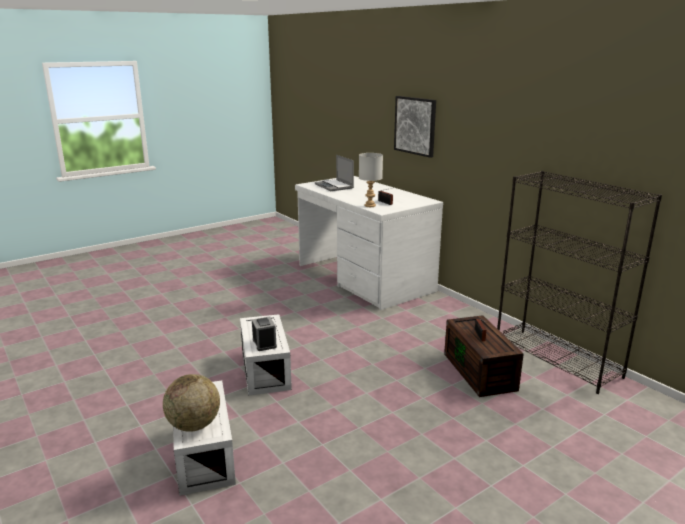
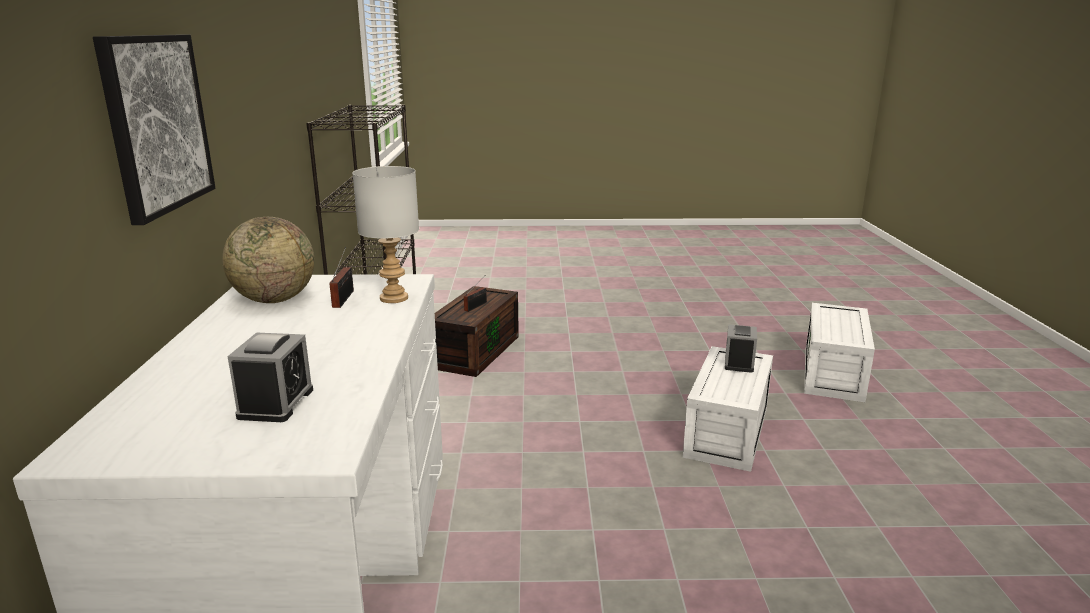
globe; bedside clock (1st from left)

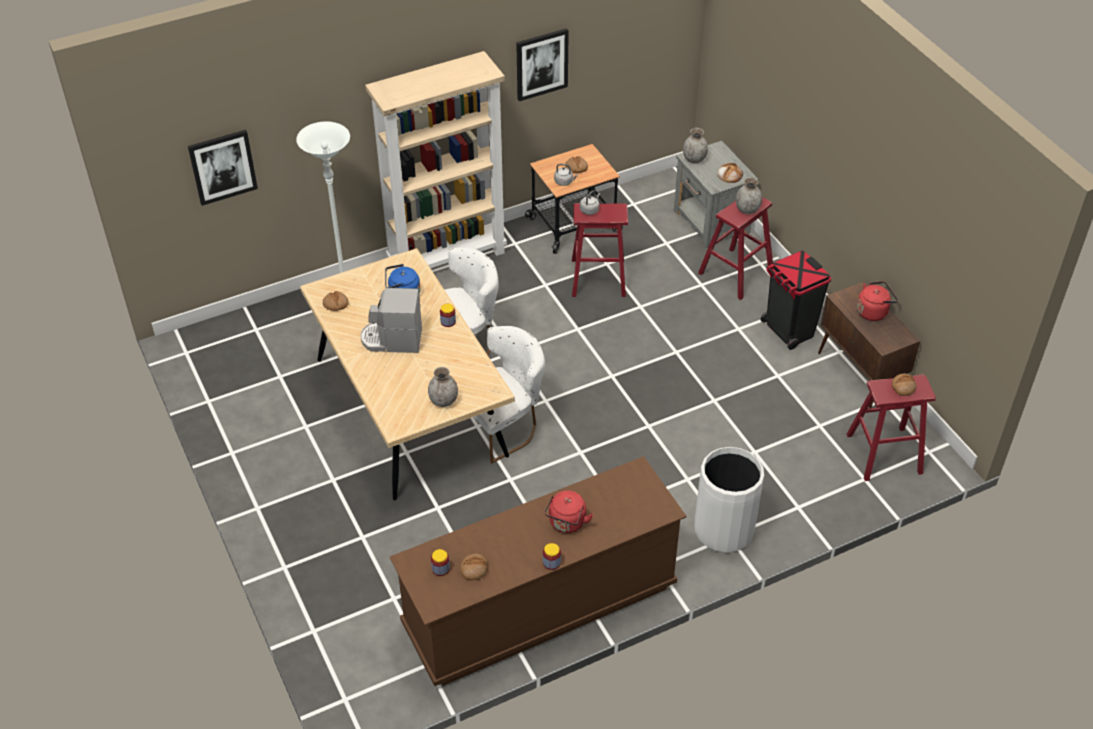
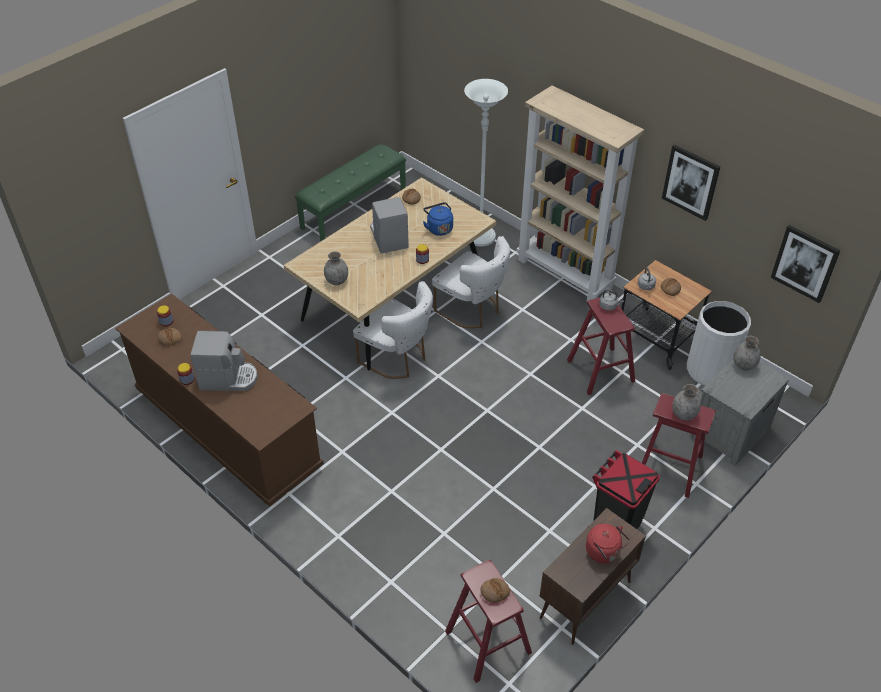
wall picture (2nd from left); coffee machine (1st from left); white-coloured waste bin; bakery bread (4th from left in the first image); green-coloured indoor bench

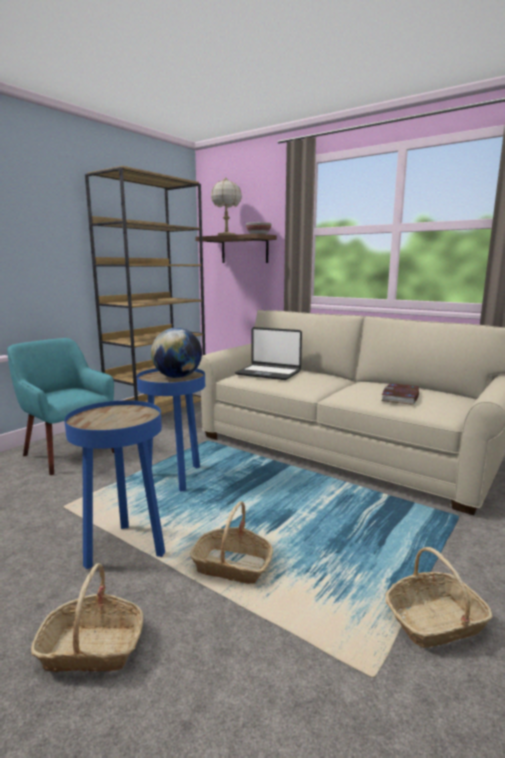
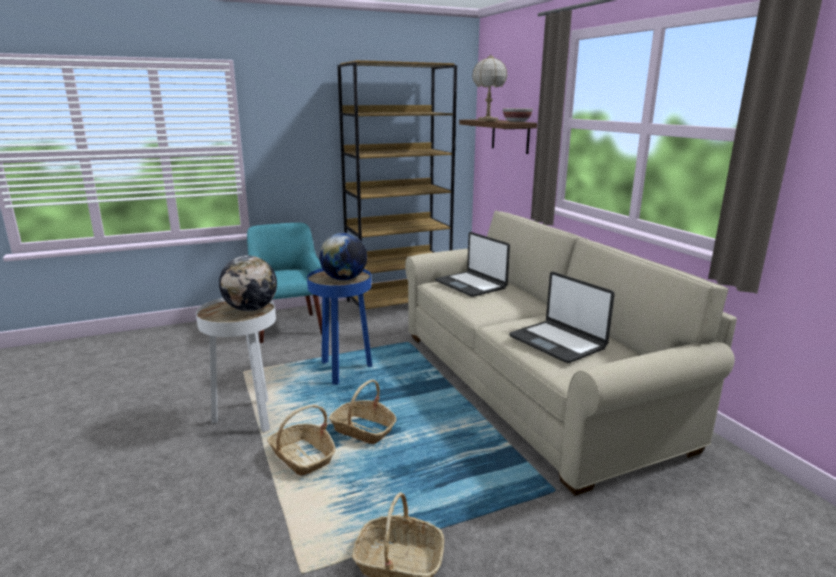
storage basket (2nd from left); white-coloured side table; laptop (2nd from left); globe (1st from left)

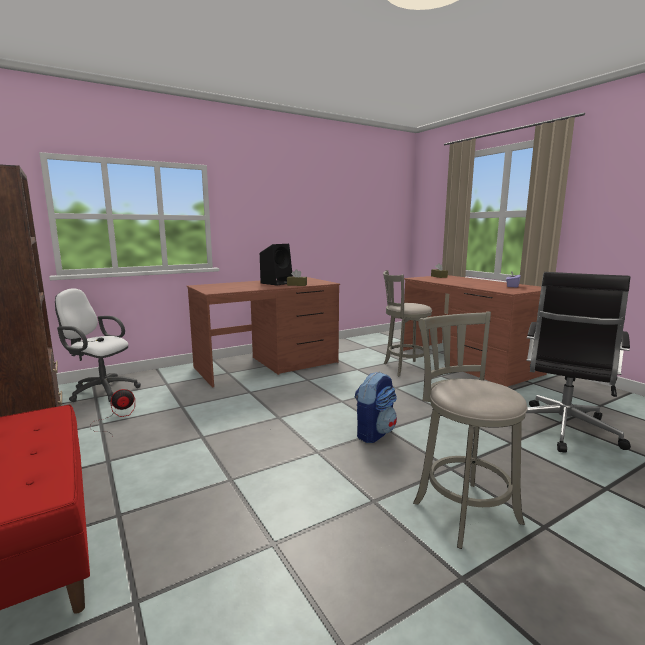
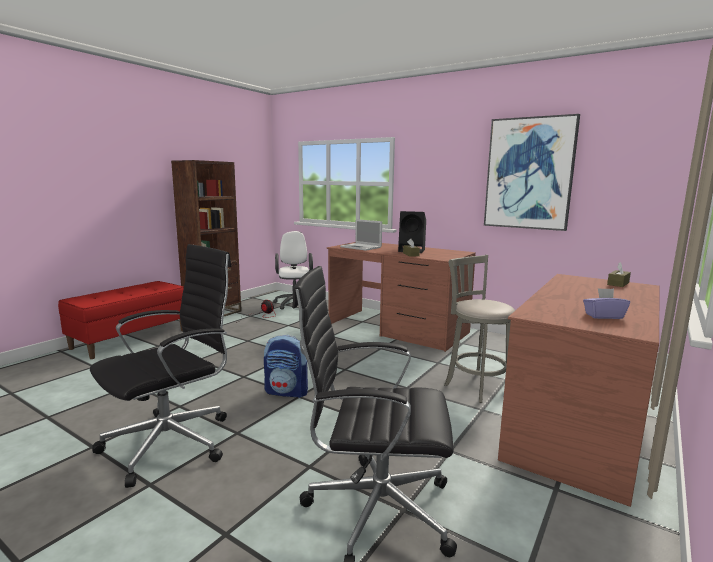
blackish computer chair (1st from left); laptop; wall picture

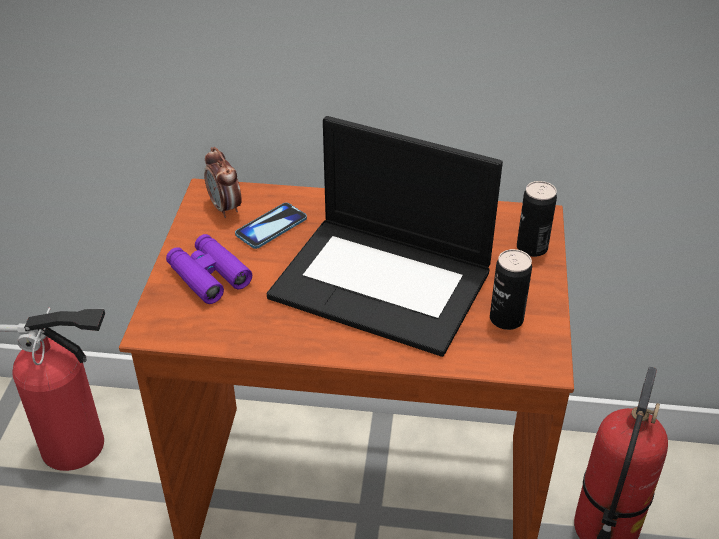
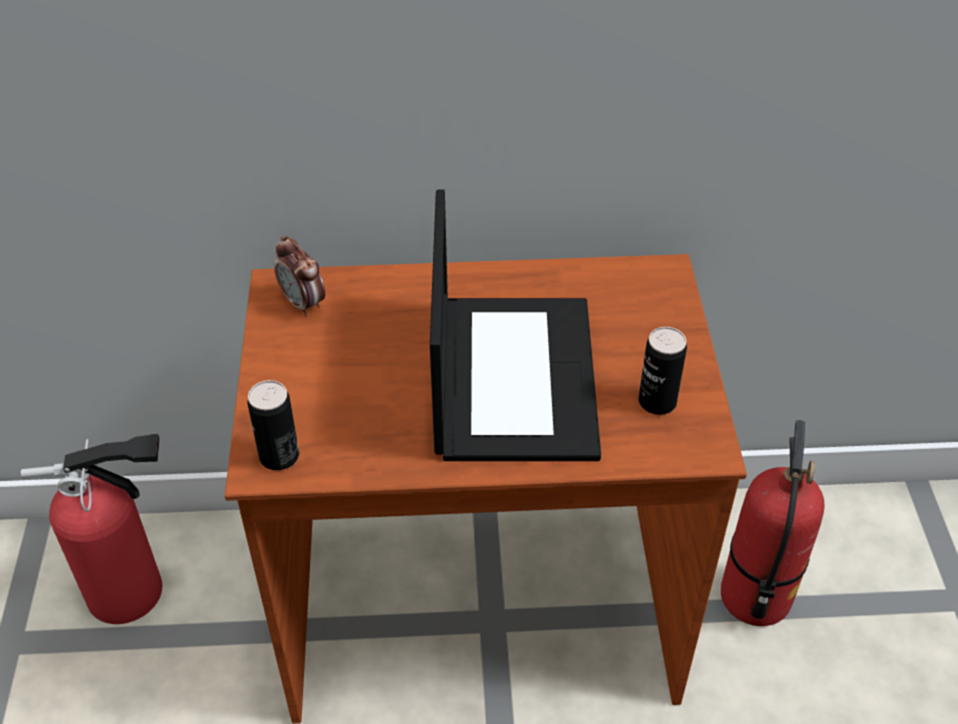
purplish field glasses; telephone; laptop; sealed can (1st from left)

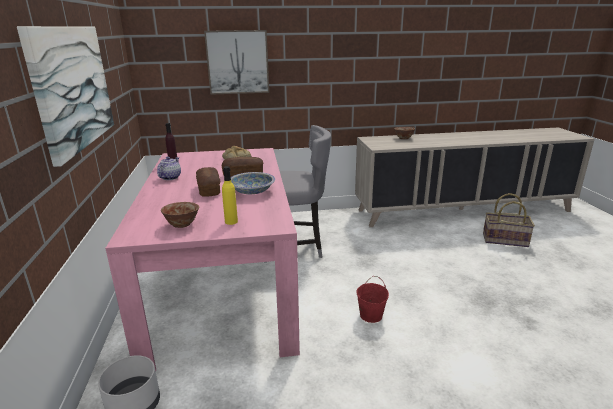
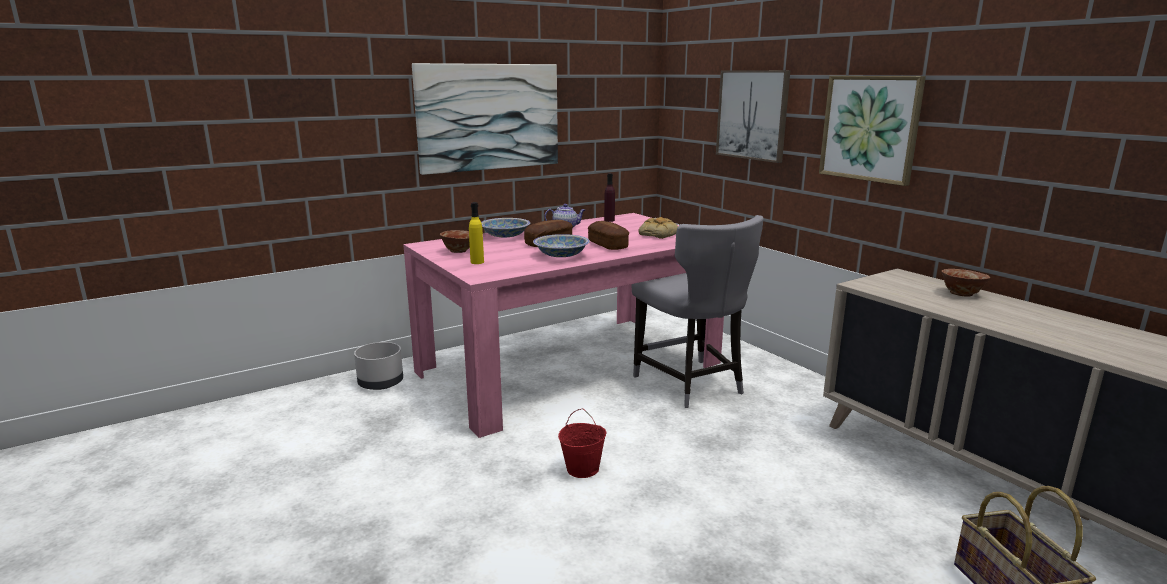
serving bowl (2nd from left); wall picture (3rd from left)

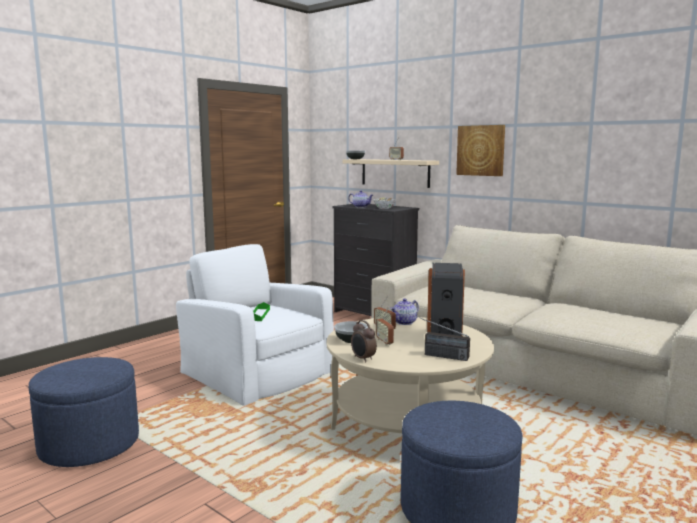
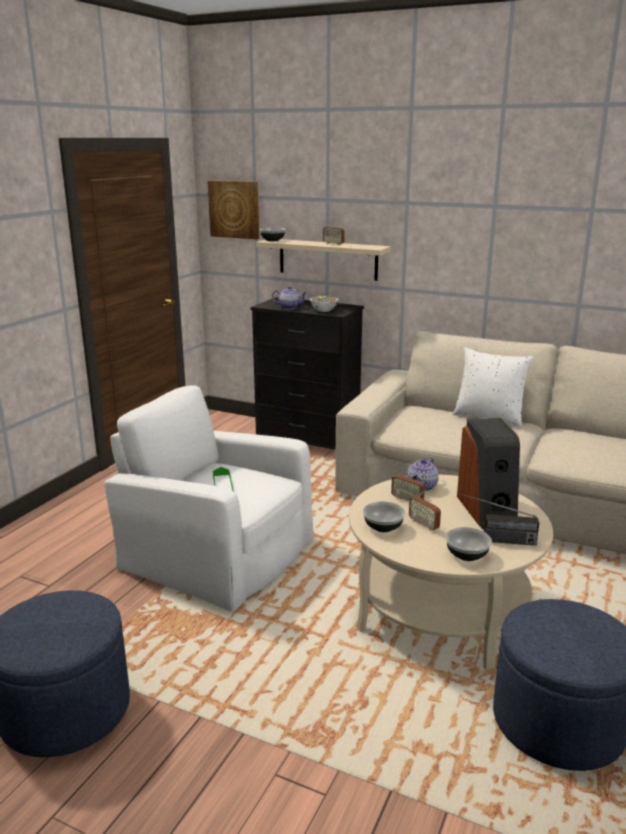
bedside clock; wall picture; serving bowl (4th from left); white-coloured throw pillow

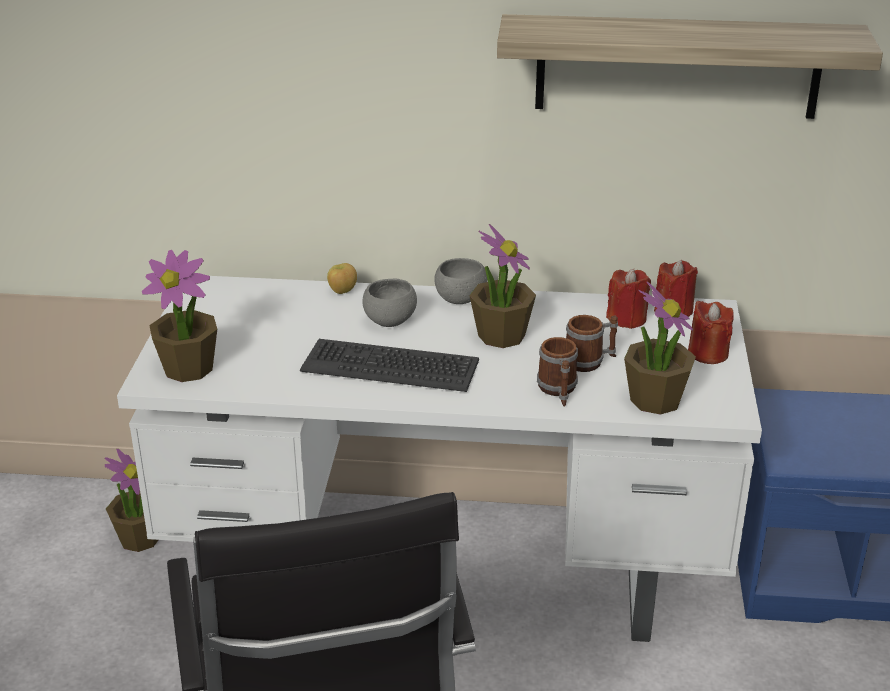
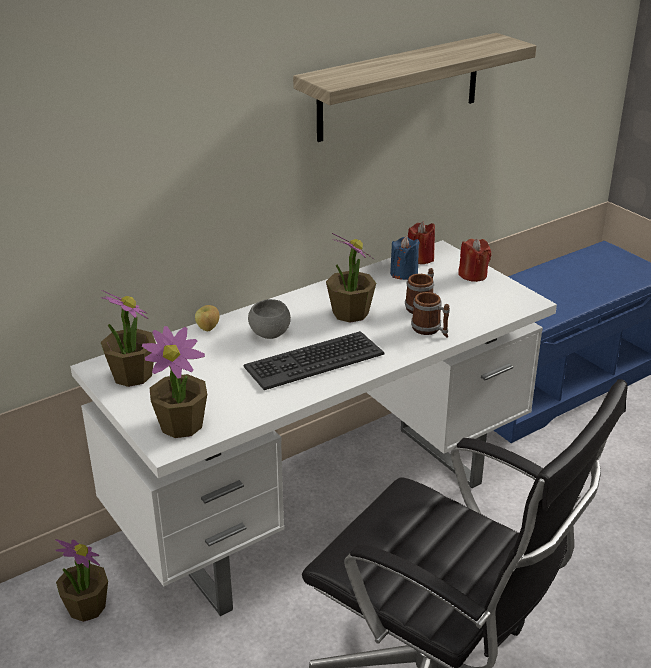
greyish serving bowl (2nd from left in the first image); blue wax candle; plant in a pot (2nd from left)

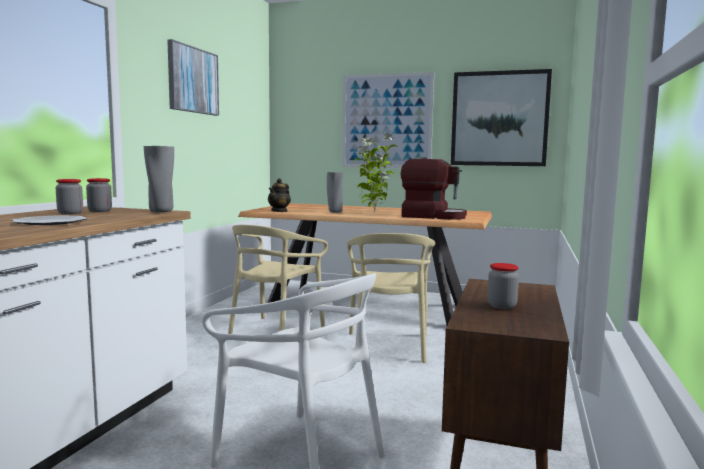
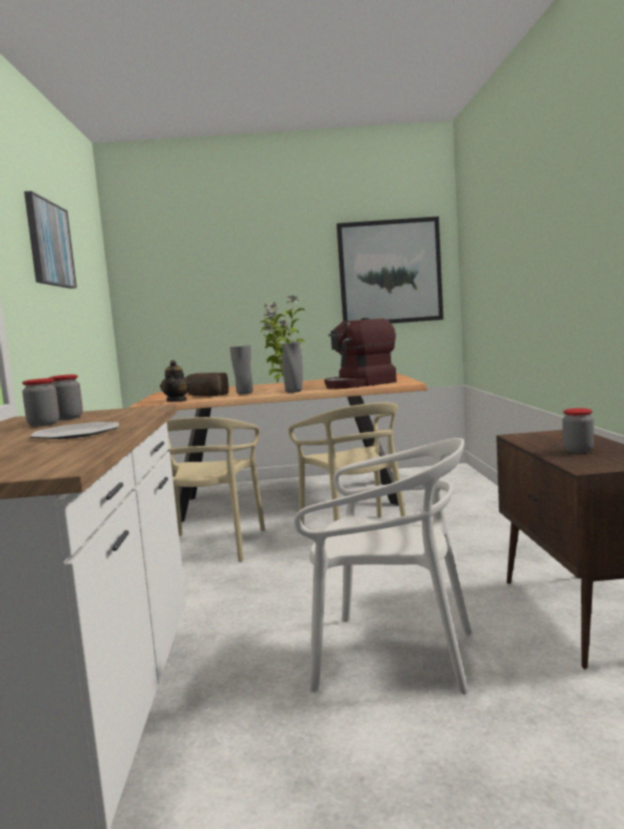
greyish vase (2nd from left); wall picture (2nd from left in the first image); coffee machine; bakery bread

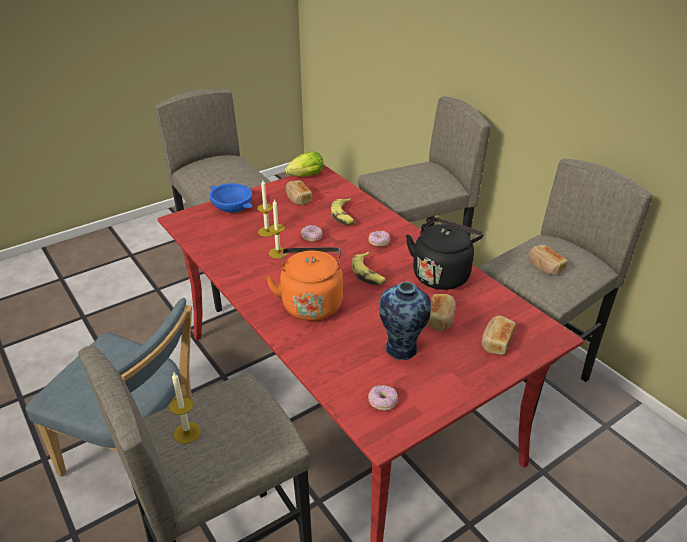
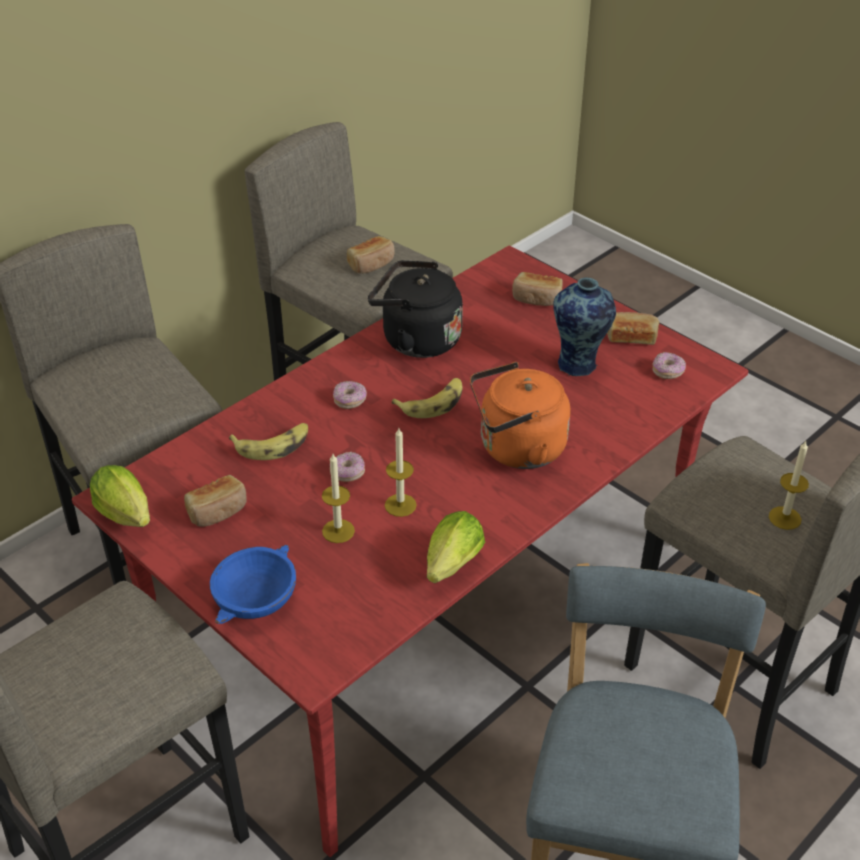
bakery bread (4th from left); lettuce (2nd from left)

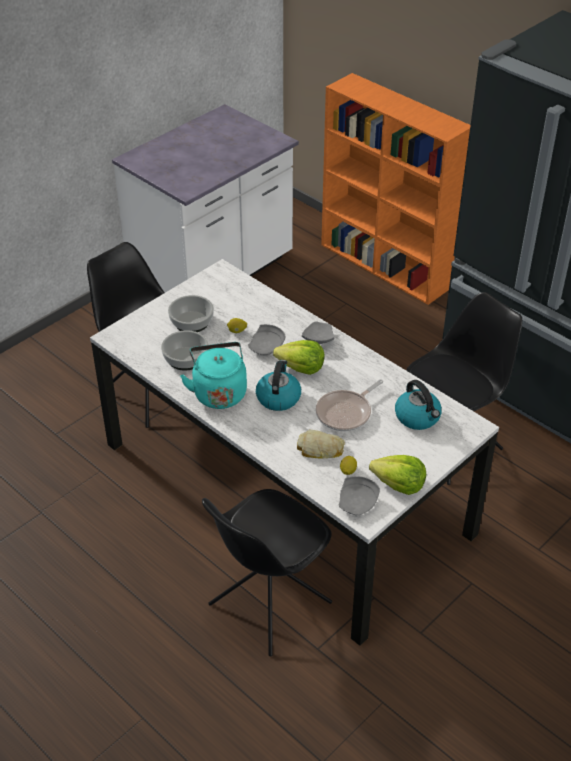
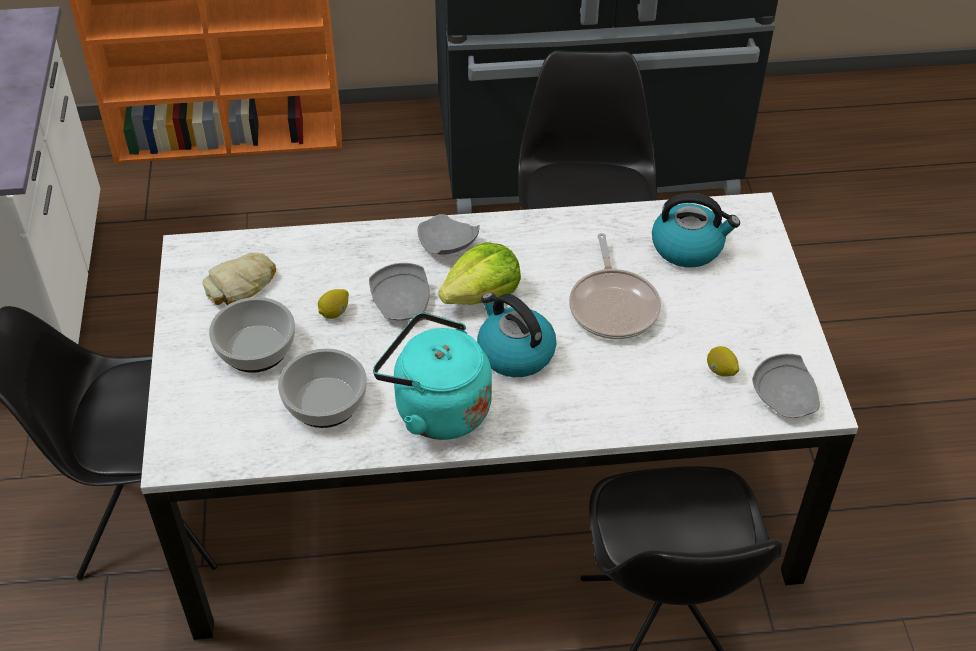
bakery bread; lettuce (2nd from left in the first image)

